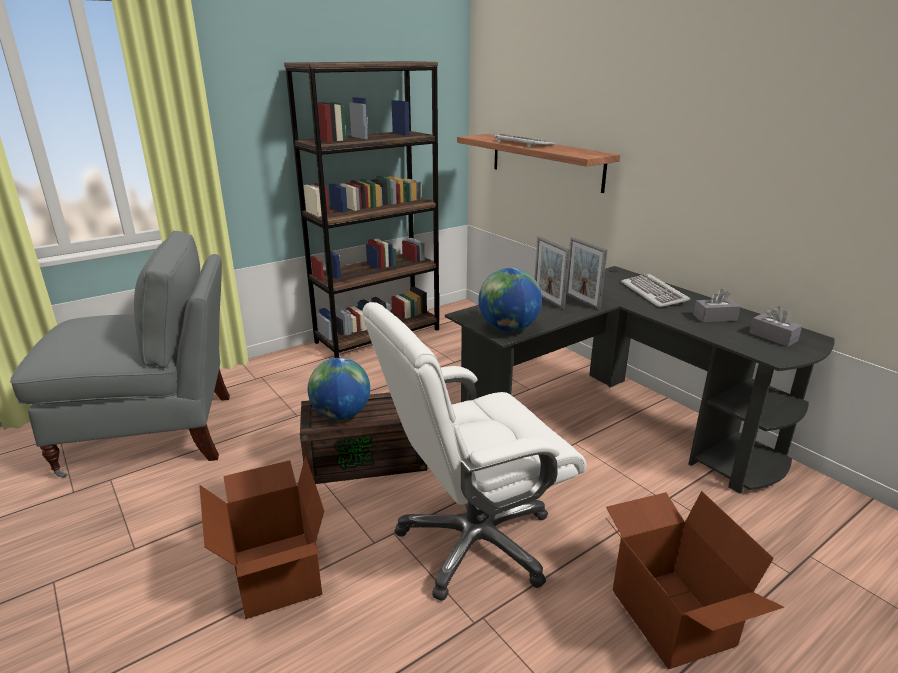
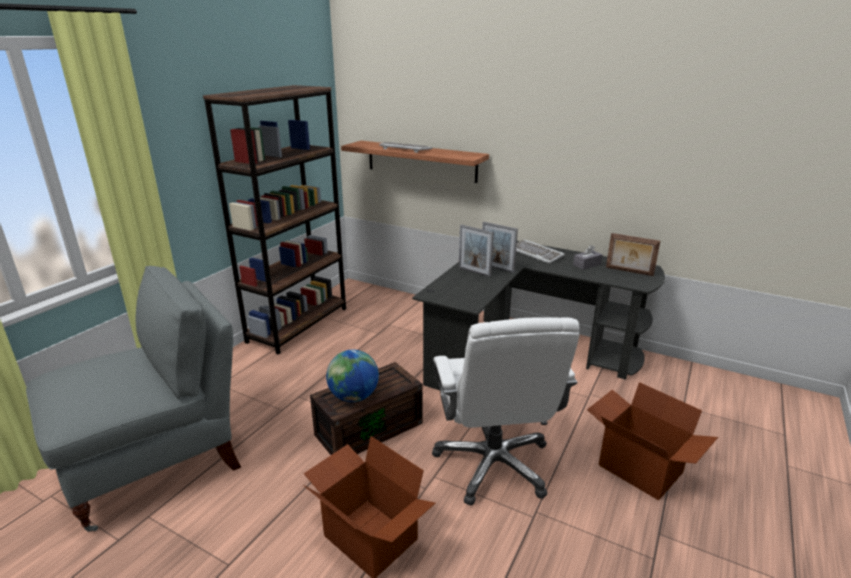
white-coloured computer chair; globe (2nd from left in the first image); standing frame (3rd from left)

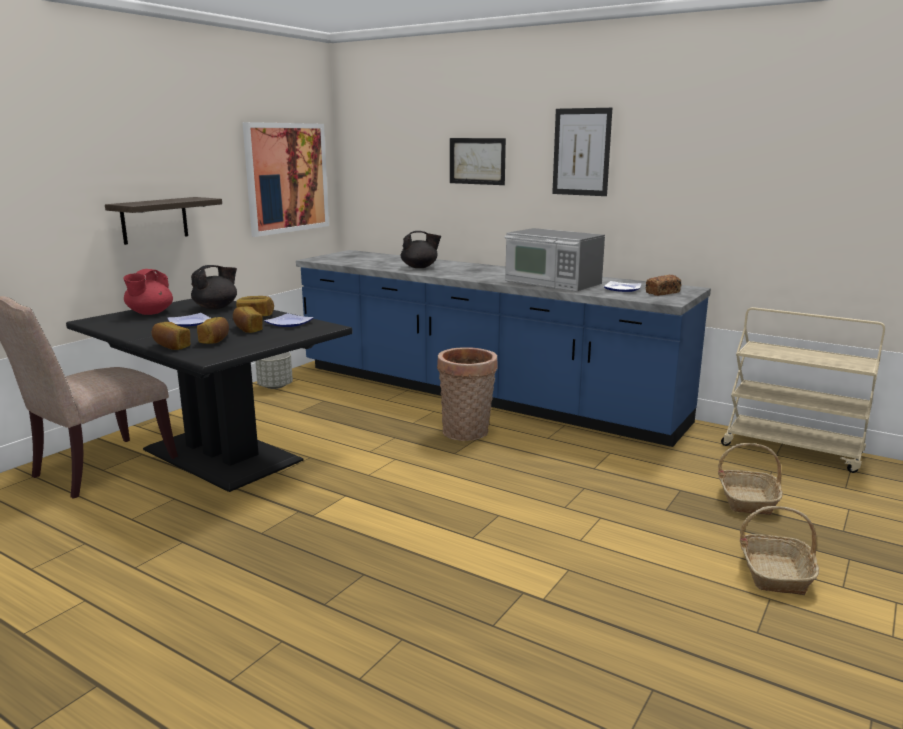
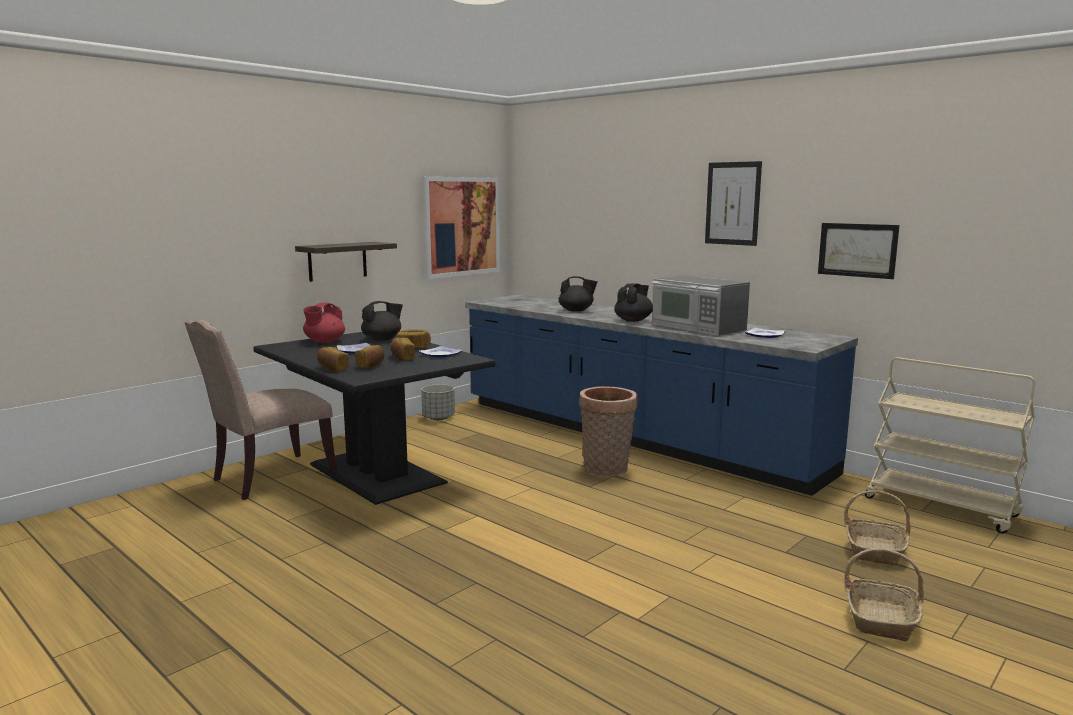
wall picture (3rd from left); bakery bread (5th from left in the first image); blackish tea pot (3rd from left)

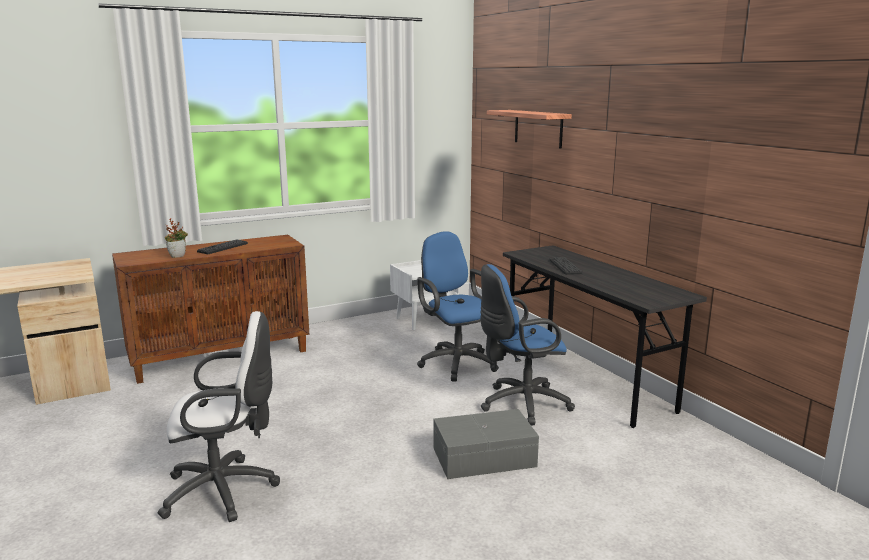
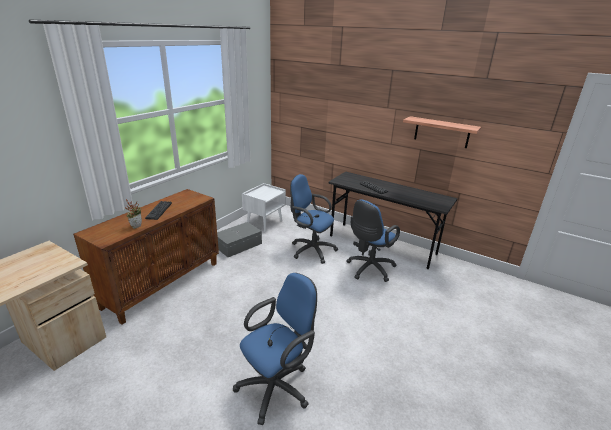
blue computer chair (1st from left); greyish storage container; wall shelf

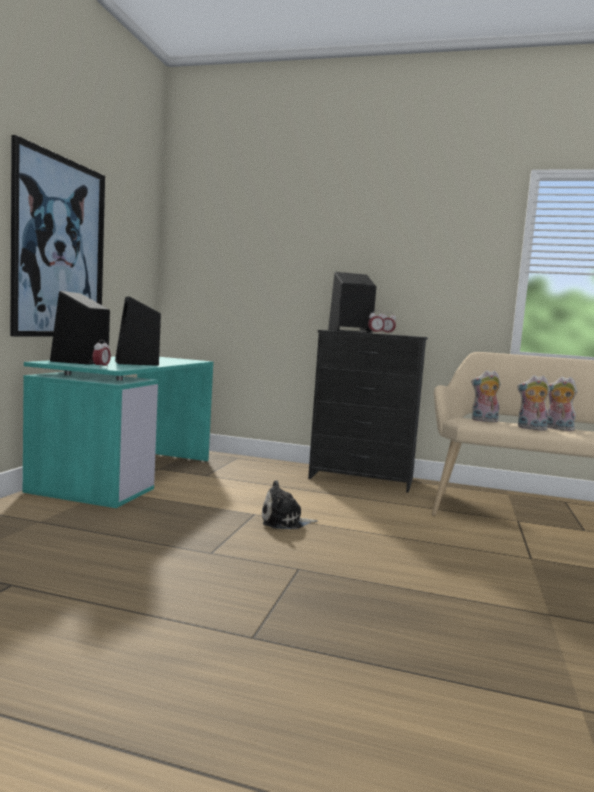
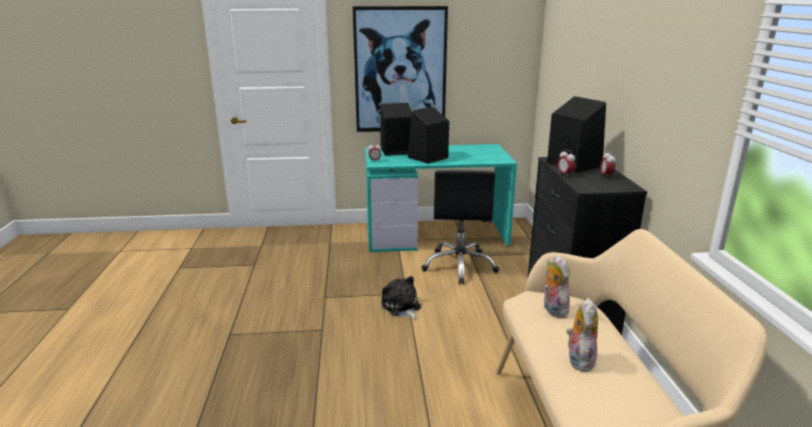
soft toy (3rd from left in the first image); blackish computer chair

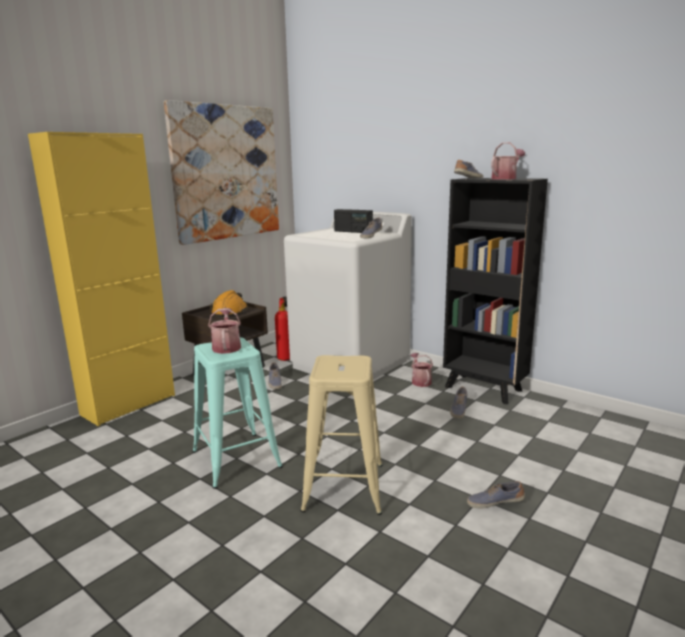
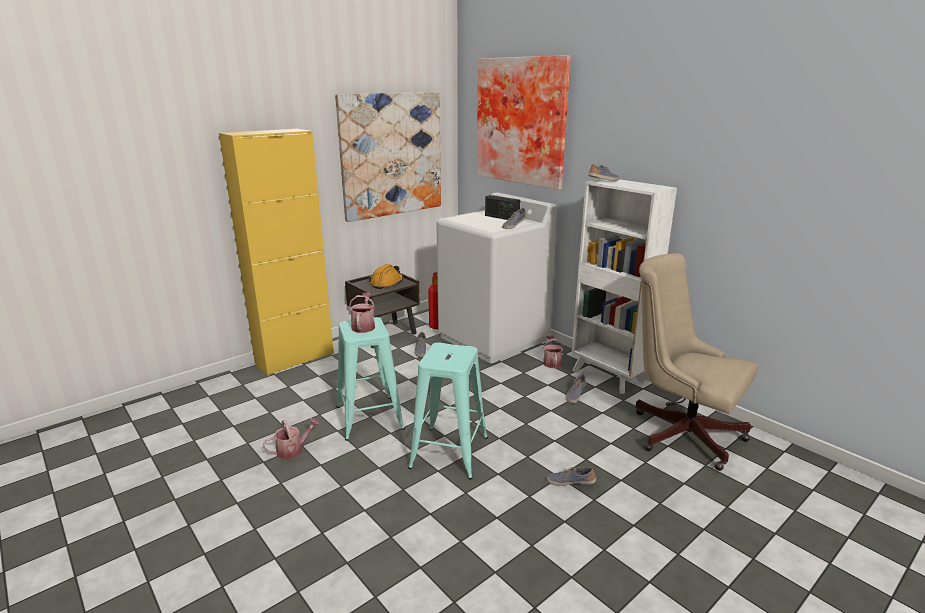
turquoise stool seat (2nd from left); white-coloured bookshelf; watering pot (1st from left); wall picture (2nd from left); beige-coloured computer chair

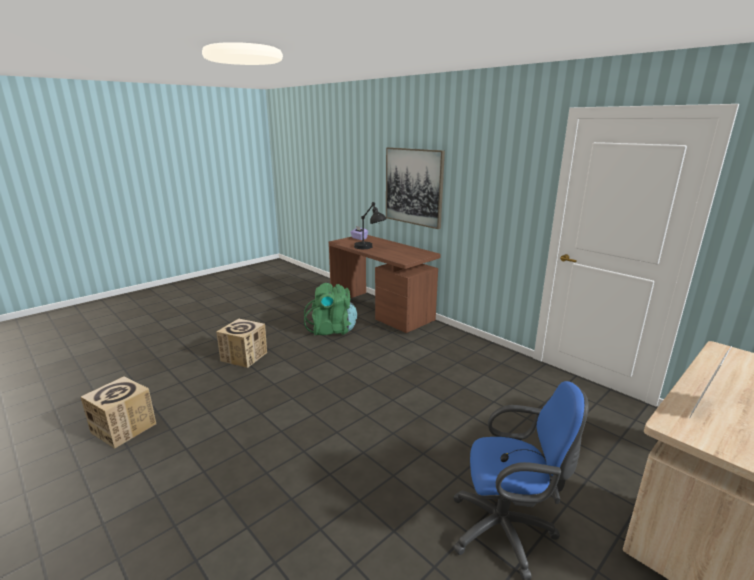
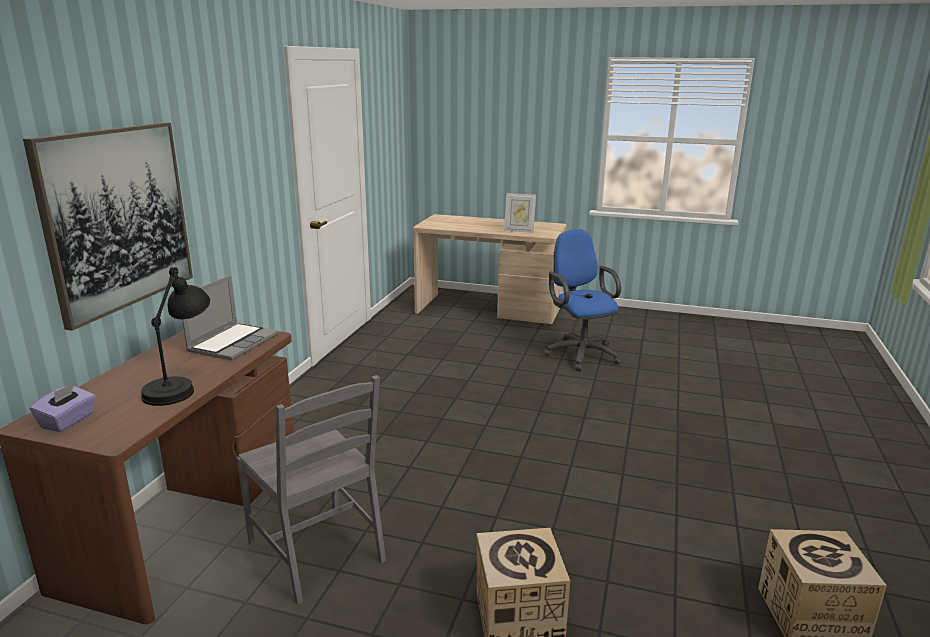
greyish plain chair; laptop

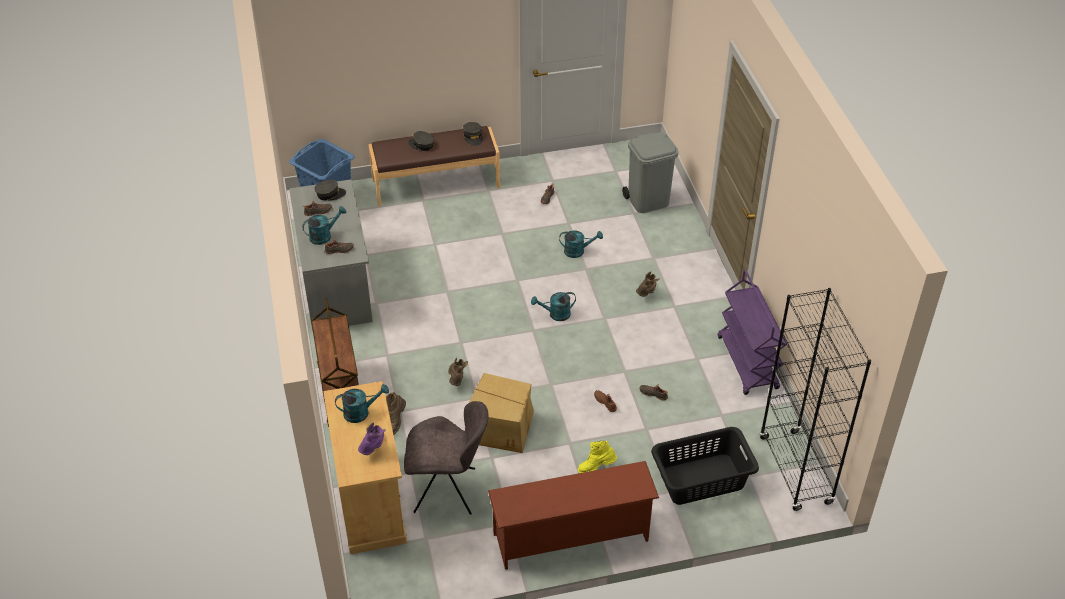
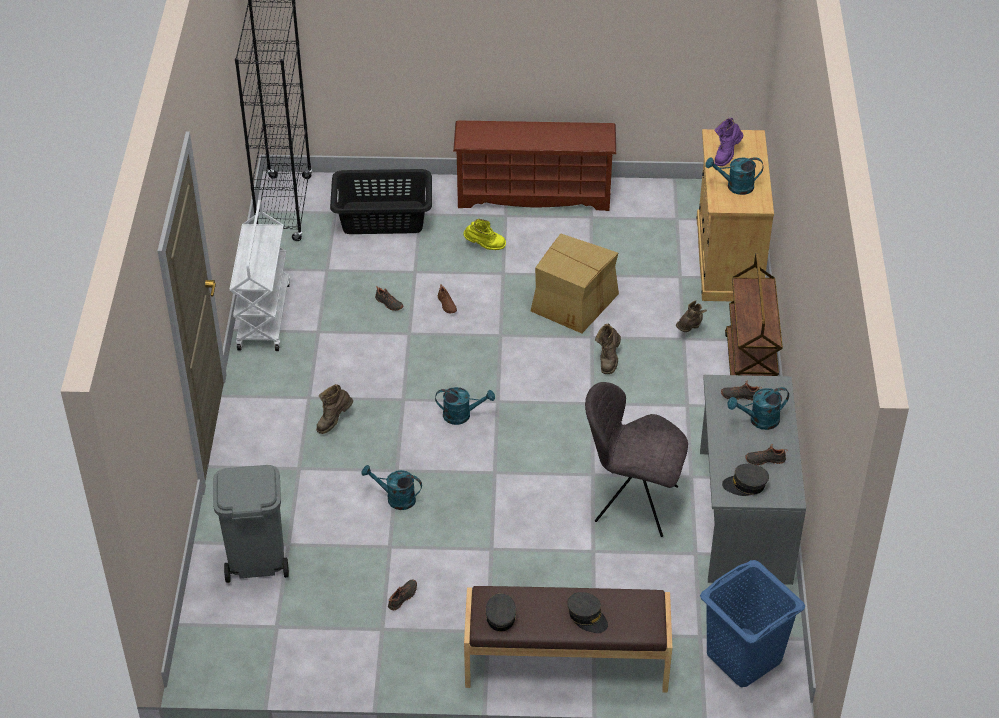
greyish plain chair; white-coloured trolley

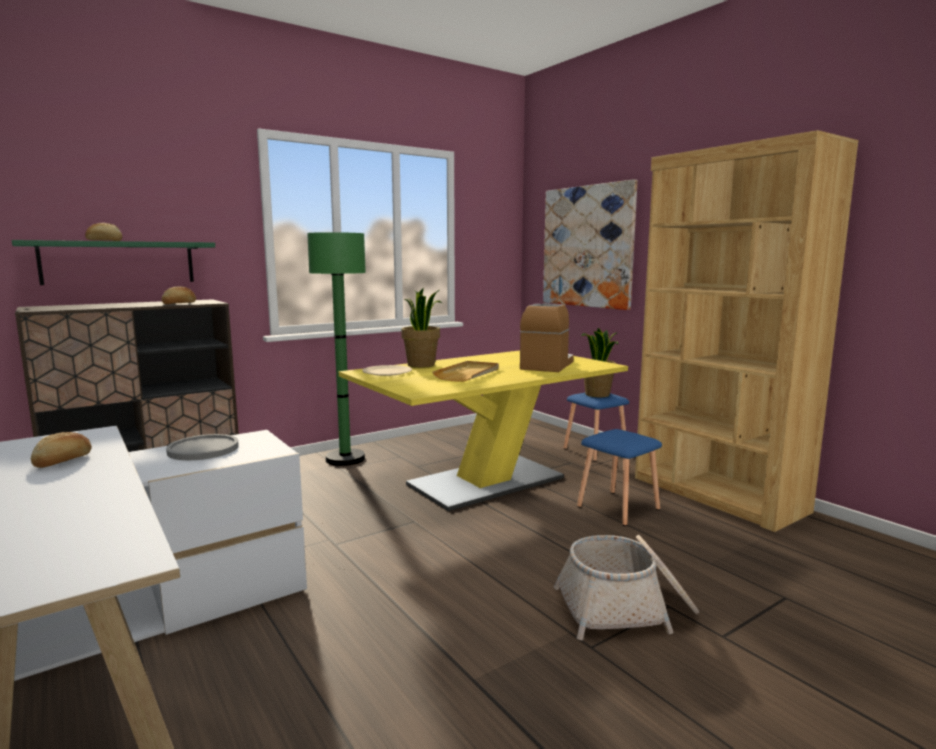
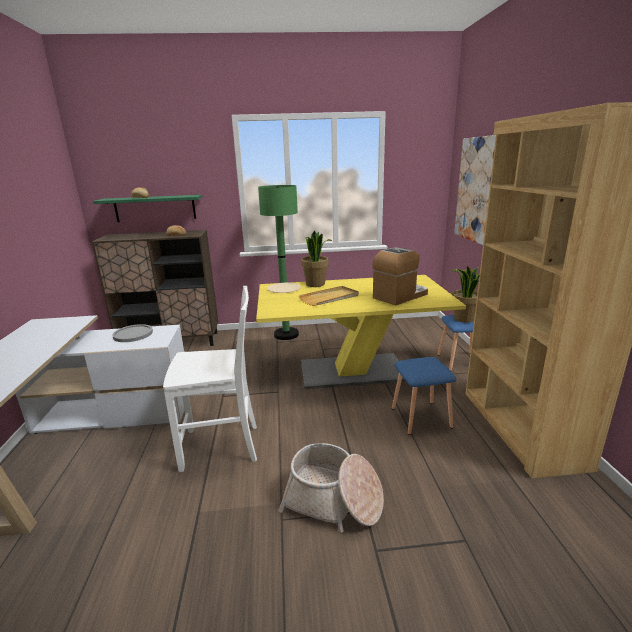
bakery bread (1st from left in the first image); white-coloured plain chair

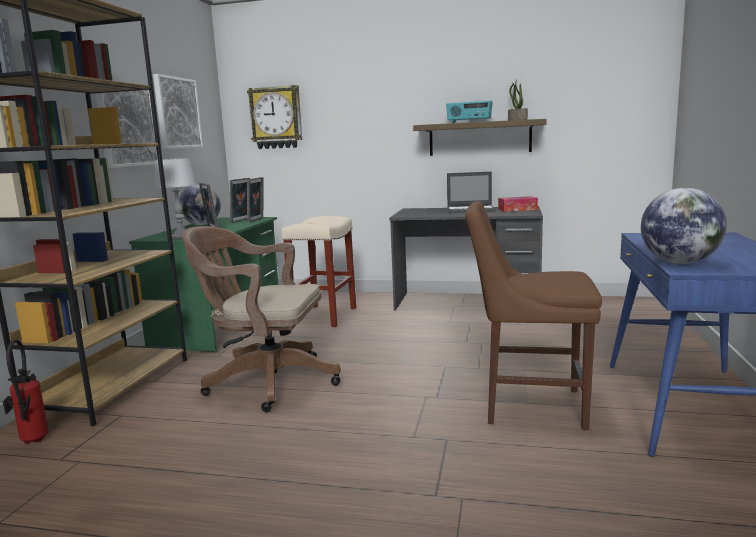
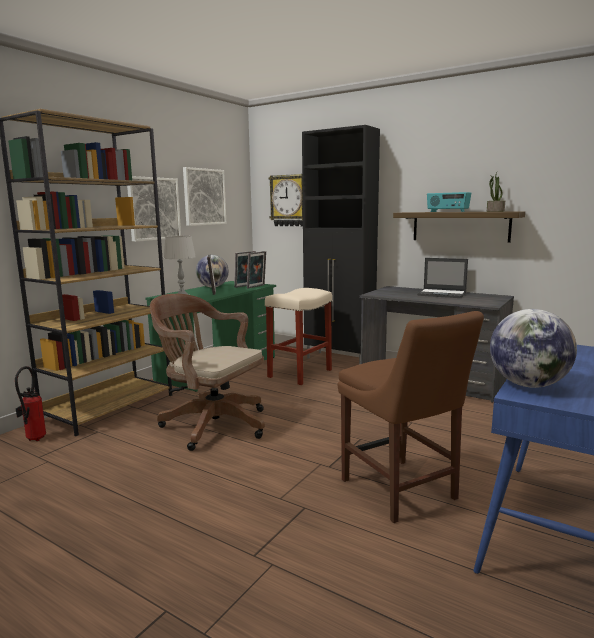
brown plain chair; tissue box; blackish cupboard

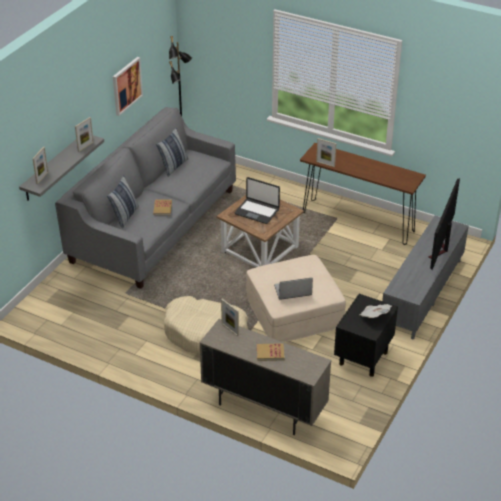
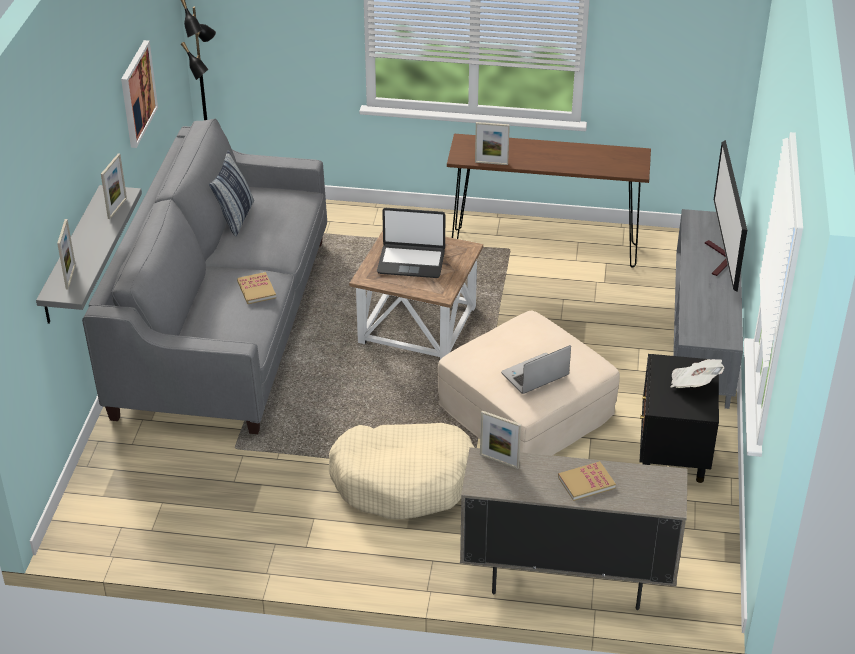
throw pillow (1st from left in the first image)

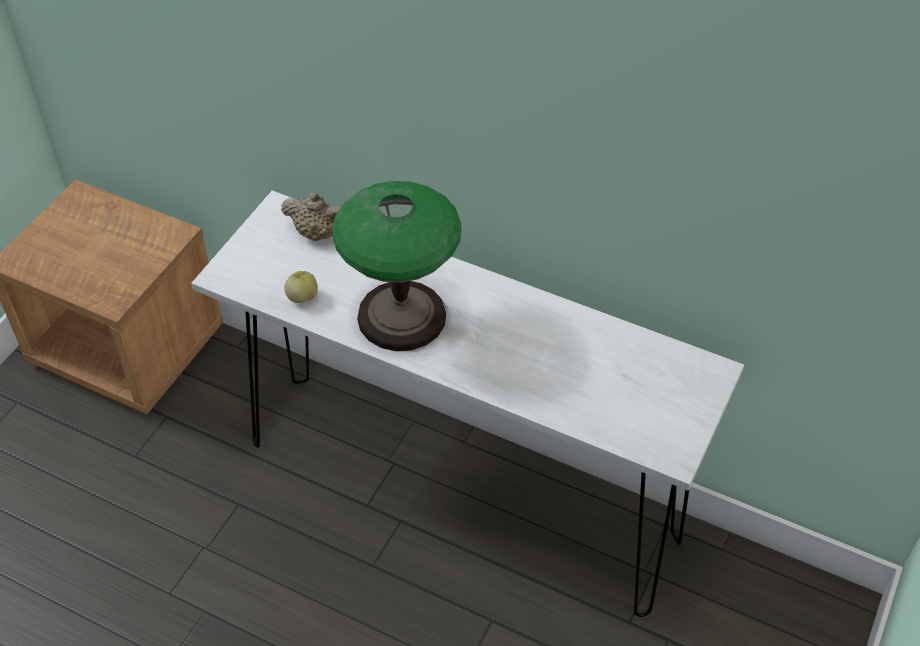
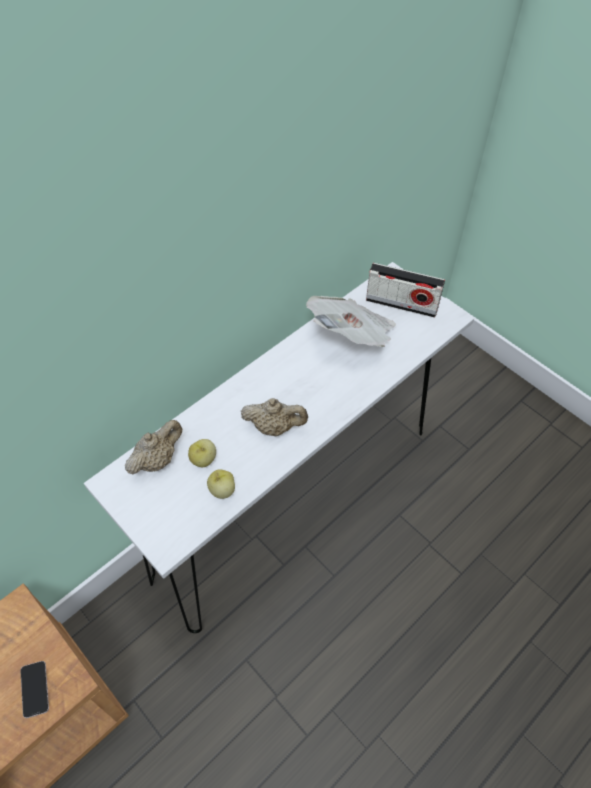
beige-coloured tea pot (2nd from left); telephone; apple (1st from left); daily paper; radio

